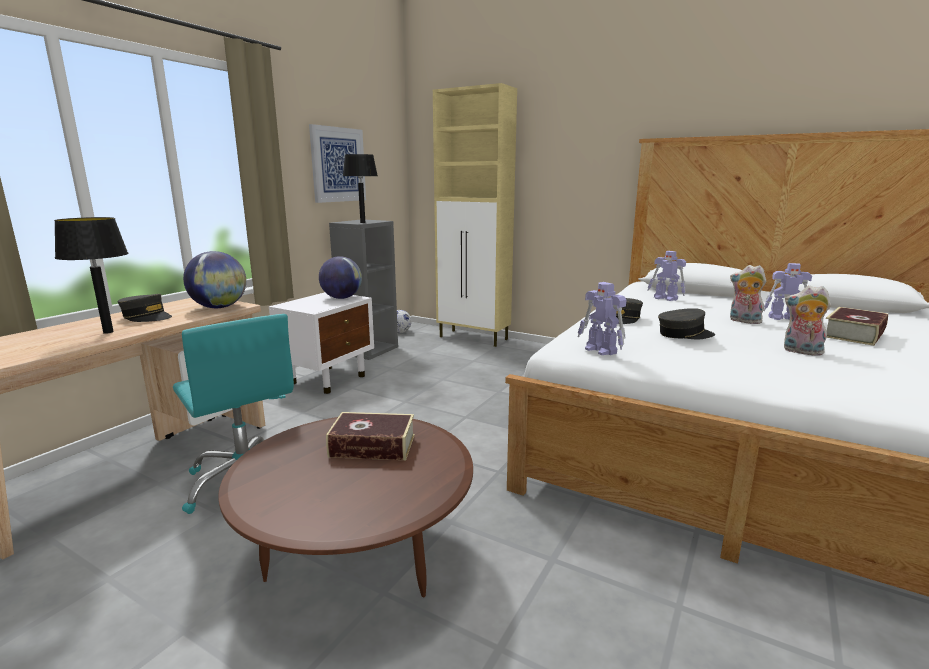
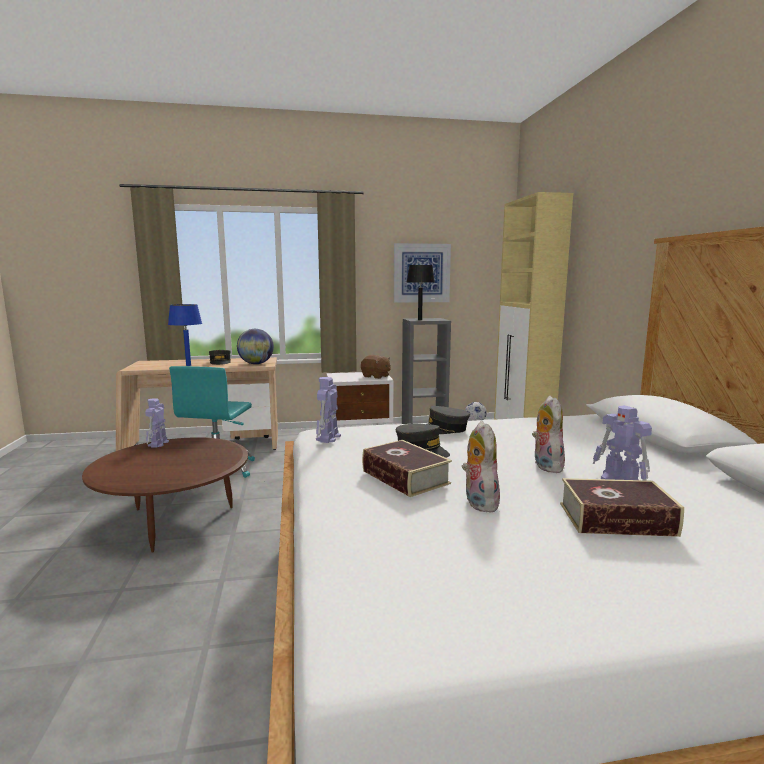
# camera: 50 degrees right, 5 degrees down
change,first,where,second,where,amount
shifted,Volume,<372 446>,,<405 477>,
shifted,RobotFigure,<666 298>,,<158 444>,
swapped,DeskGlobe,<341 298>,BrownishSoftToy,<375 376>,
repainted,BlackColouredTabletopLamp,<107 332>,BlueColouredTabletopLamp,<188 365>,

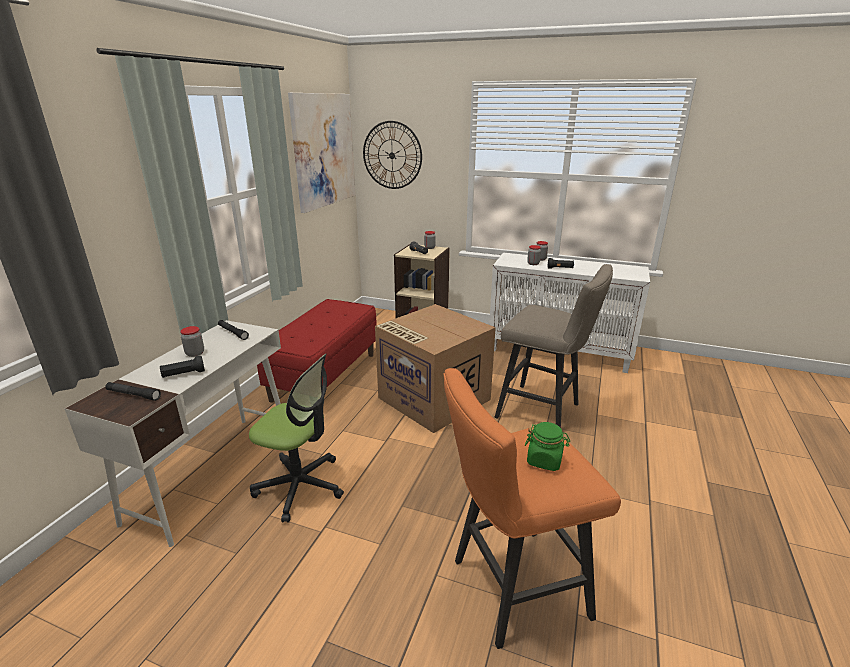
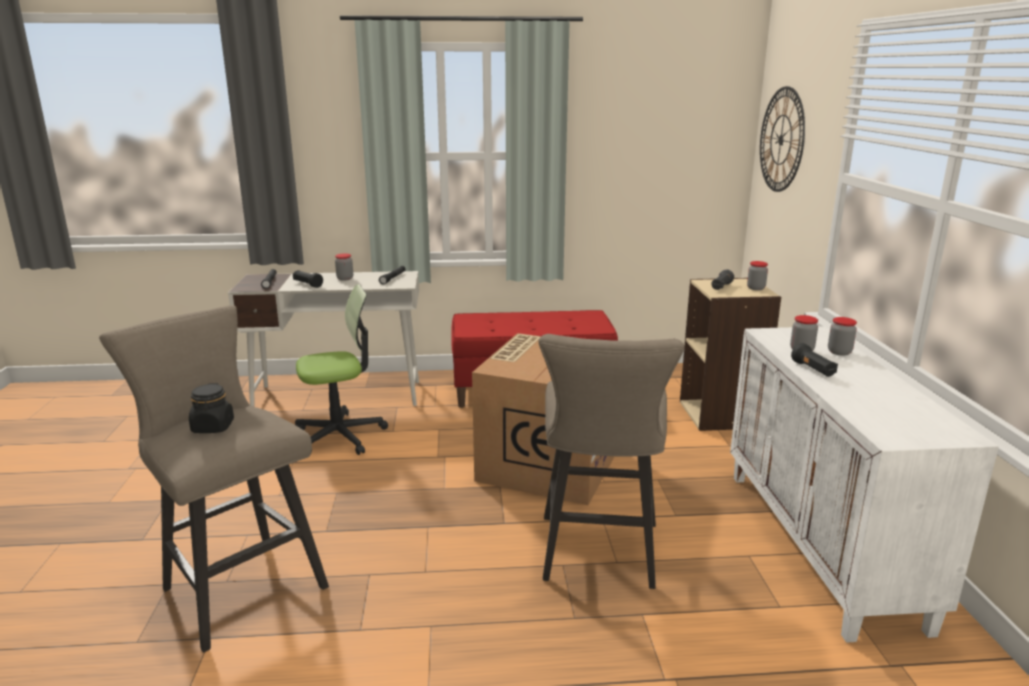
# camera: 65 degrees right, 5 degrees down
change,first,where,second,where,amount
gone,WallPicture,<324 150>,,,
repainted,OrangeColouredStoolSeat,<510 589>,SandColouredStoolSeat,<237 584>,
repainted,GreenStorageJar,<544 460>,BlackColouredStorageJar,<213 427>,
rotated,DeskChair,<300 486>,,<340 435>,105 degrees counterclockwise

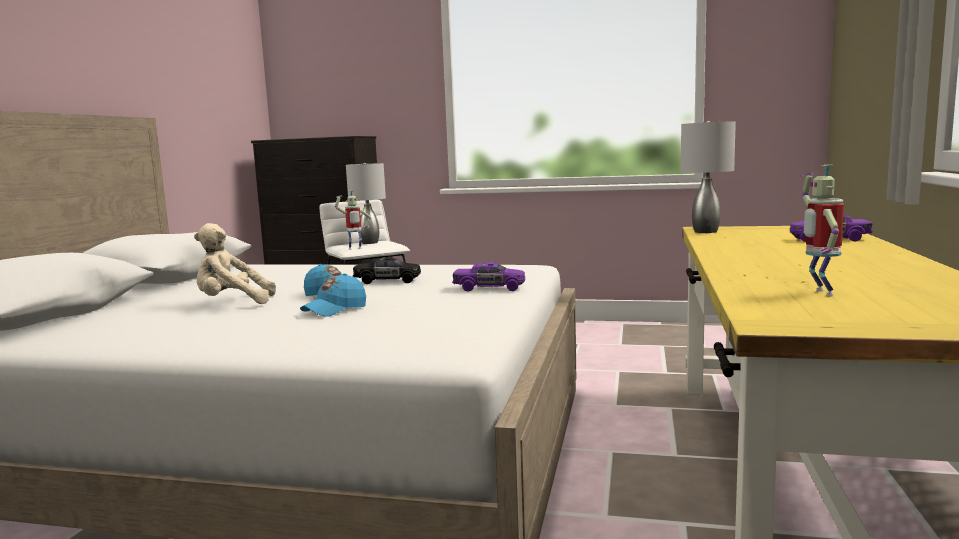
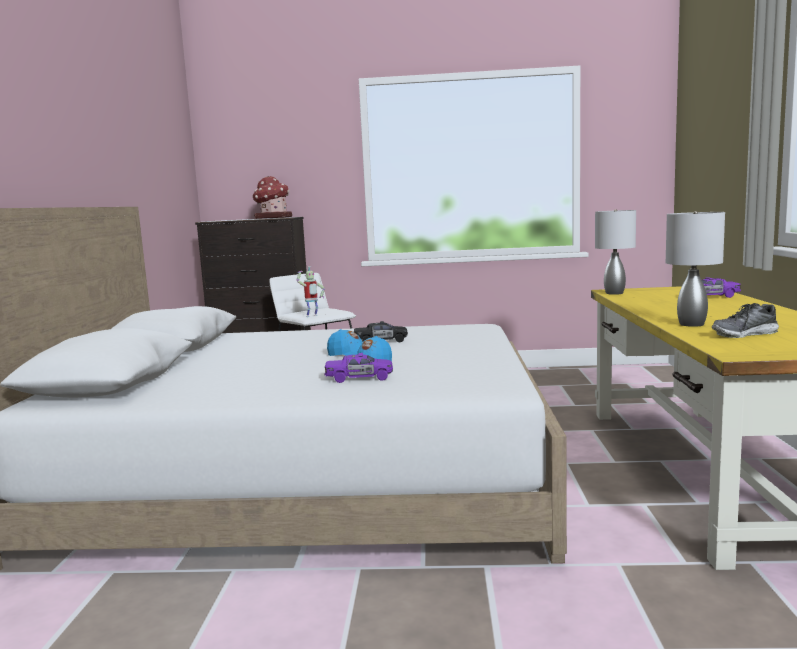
# camera: 10 degrees left, 0 degrees up
change,first,where,second,where,amount
gone,SandColouredSoftToy,<232 303>,,,
new,,,MiniatureHouse,<273 218>,
shifted,GreyishTabletopLamp,<370 242>,,<692 324>,
shifted,PurpleColouredModelCar,<489 288>,,<359 378>,
swapped,RobotFigure,<819 293>,ItemOfFootwear,<744 334>,

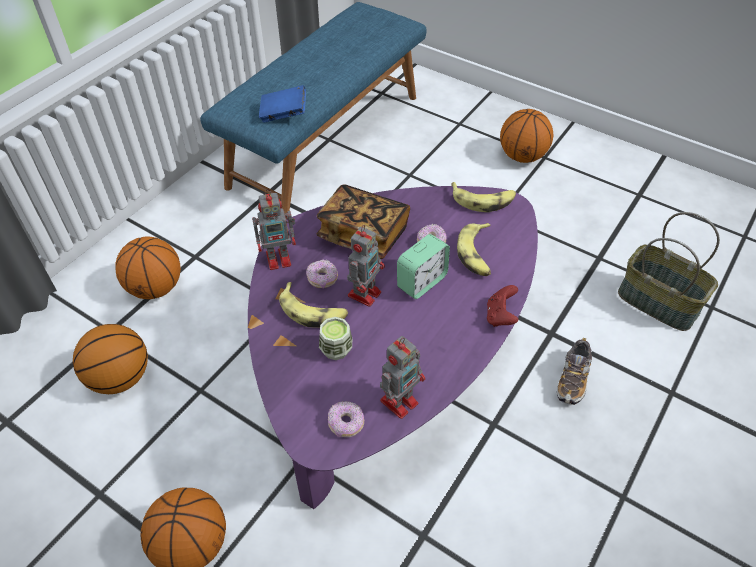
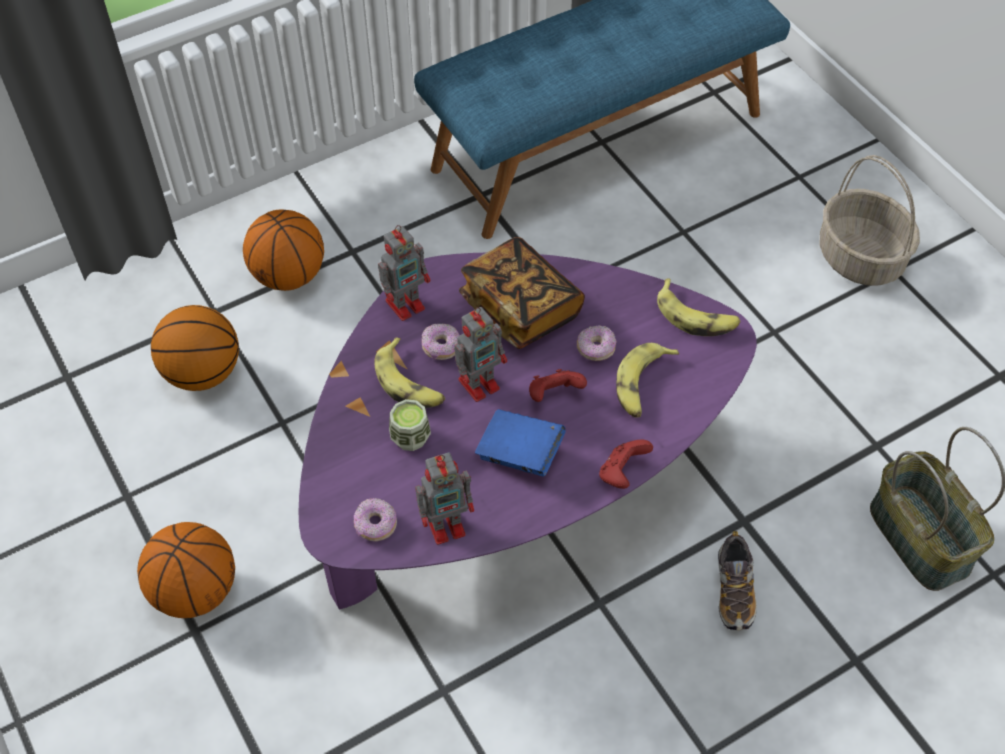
# camera: 25 degrees right, 5 degrees up
change,first,where,second,where,amount
shifted,BlueColouredVolume,<284 114>,,<520 453>,
swapped,BedsideClock,<421 282>,ReddishGameController,<554 395>,
swapped,BallForBasketball,<522 156>,HouseholdBasket,<861 258>,
rotated,RobotFigure,<280 258>,,<407 303>,45 degrees counterclockwise
rotated,ItemOfFootwear,<572 379>,,<734 590>,45 degrees counterclockwise

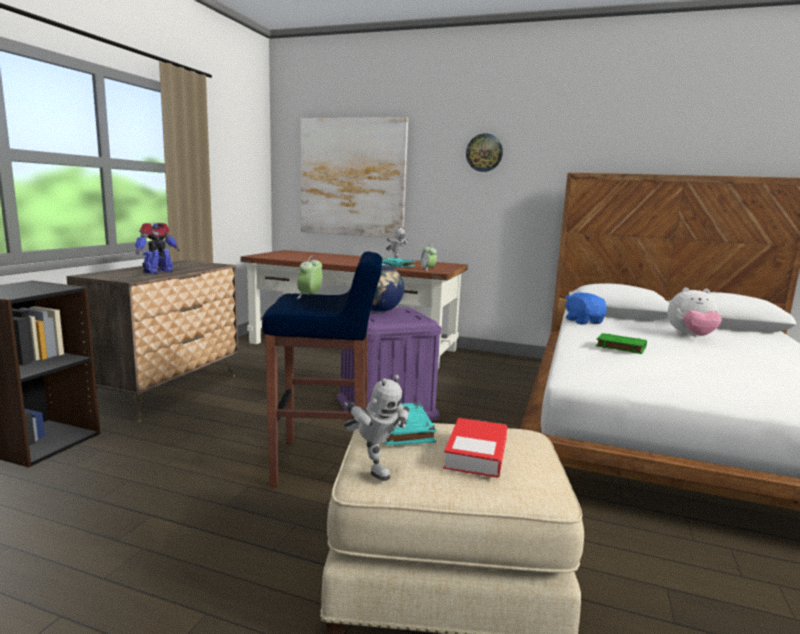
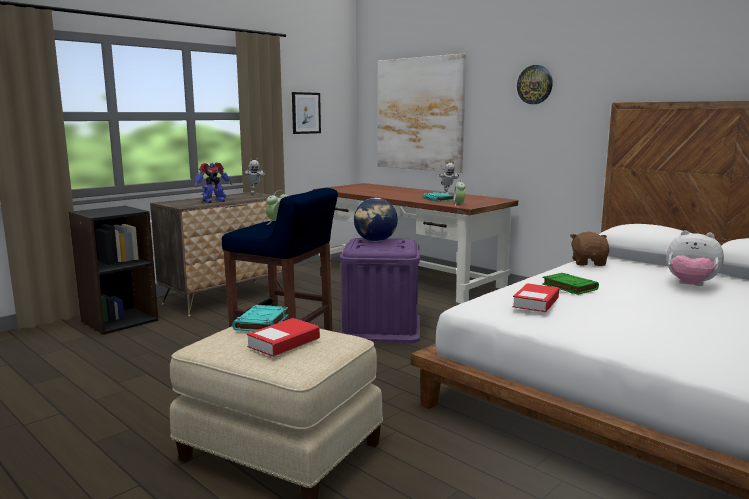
# camera: 25 degrees right, 0 degrees up
change,first,where,second,where,amount
new,,,WallPicture,<306 113>,
new,,,Volume,<536 302>,
shifted,RobotFigure,<373 467>,,<254 193>,
repainted,BlueColouredSoftToy,<583 321>,BrownishSoftToy,<589 263>,

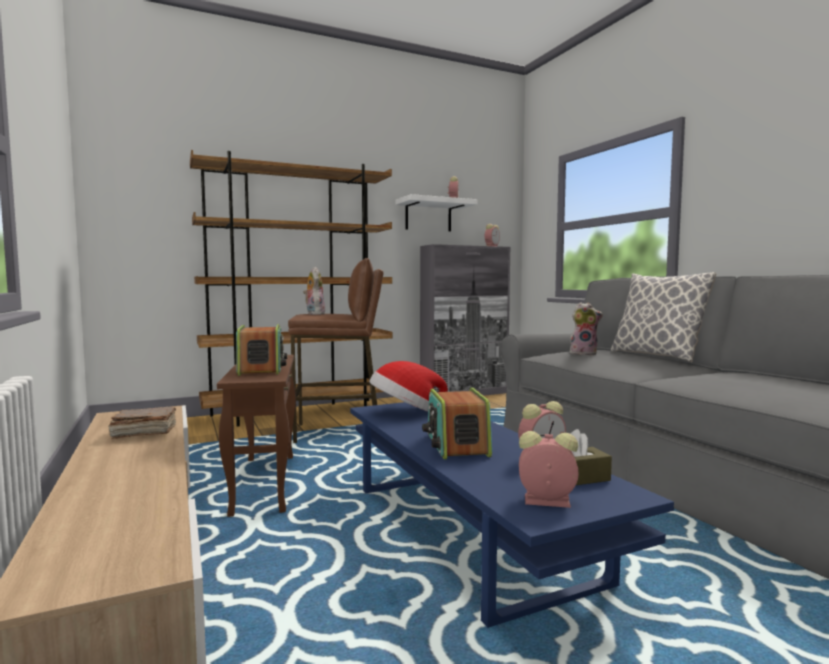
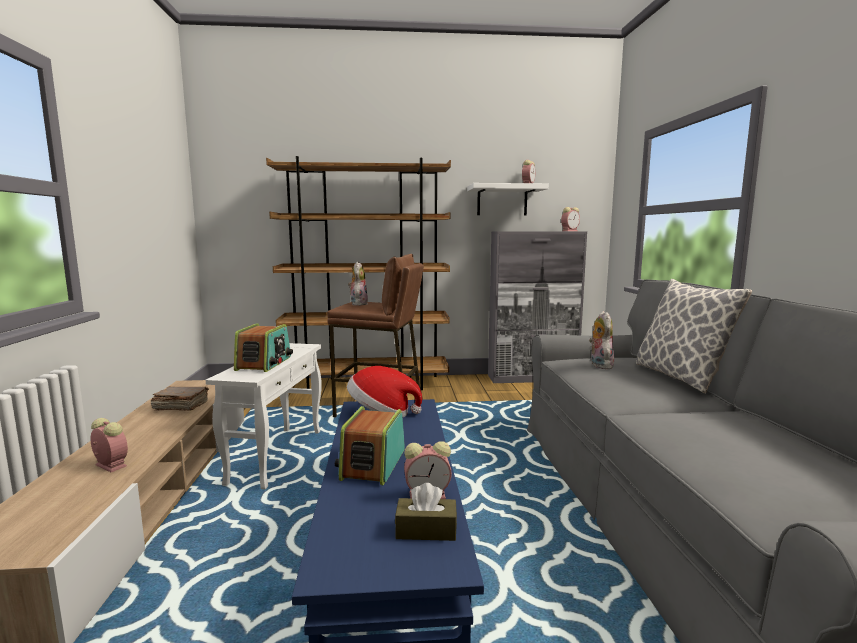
# camera: 20 degrees right, 5 degrees up
change,first,where,second,where,amount
shifted,BedsideClock,<545 501>,,<110 465>,
repainted,BrownishSideTable,<264 483>,WhitishSideTable,<276 456>,
rotated,SoftToy,<584 353>,,<599 365>,120 degrees counterclockwise

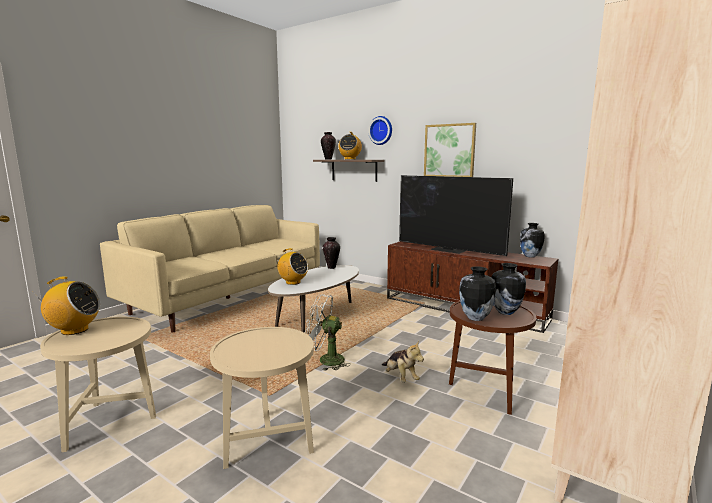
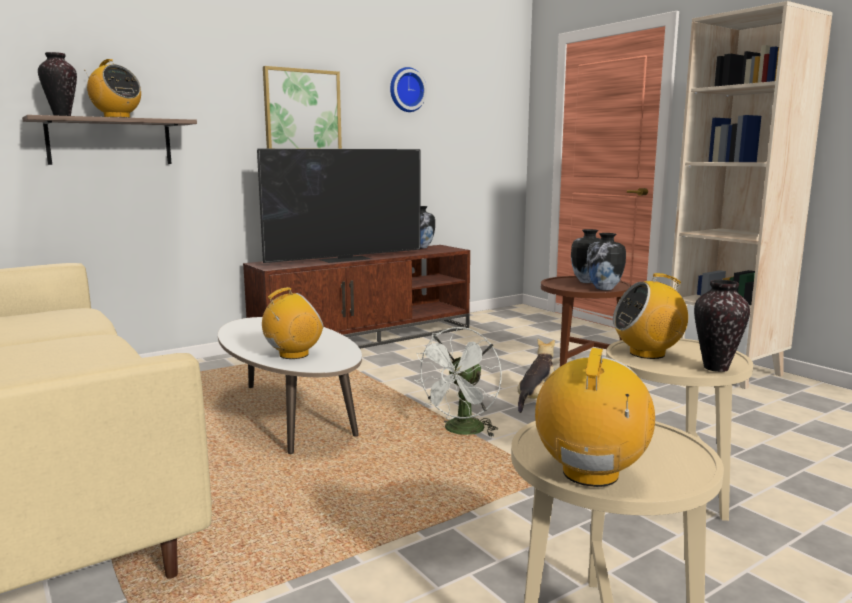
# camera: 70 degrees left, 0 degrees up
change,first,where,second,where,amount
new,,,Radio,<647 353>,
shifted,Vase,<331 267>,,<716 368>,
shifted,HangingClock,<381 130>,,<406 90>,
rotated,SoftToy,<400 377>,,<536 400>,45 degrees counterclockwise

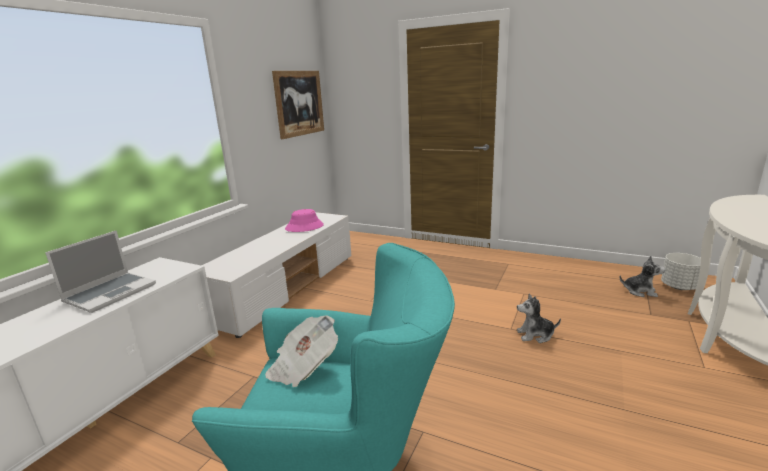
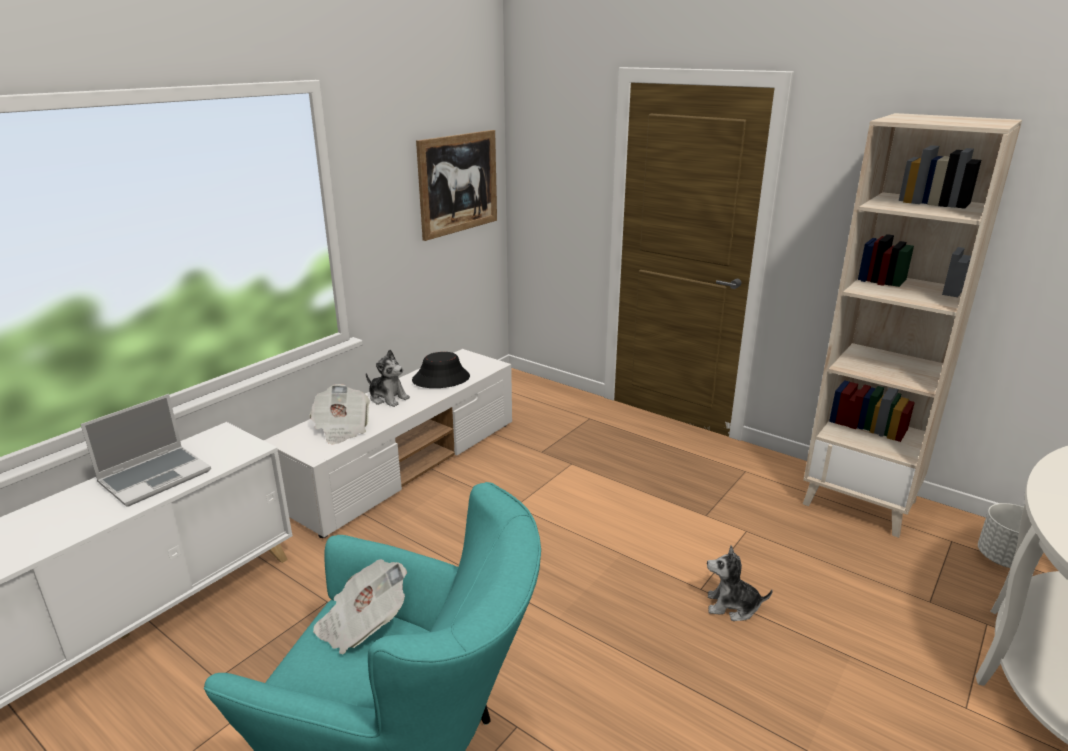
# camera: 10 degrees right, 5 degrees up
change,first,where,second,where,amount
new,,,DailyPaper,<342 428>,
new,,,SandColouredShelvingUnit,<860 502>,
shifted,SoftToy,<640 291>,,<388 398>,
repainted,PinkClothingHat,<304 227>,BlackColouredClothingHat,<441 379>,

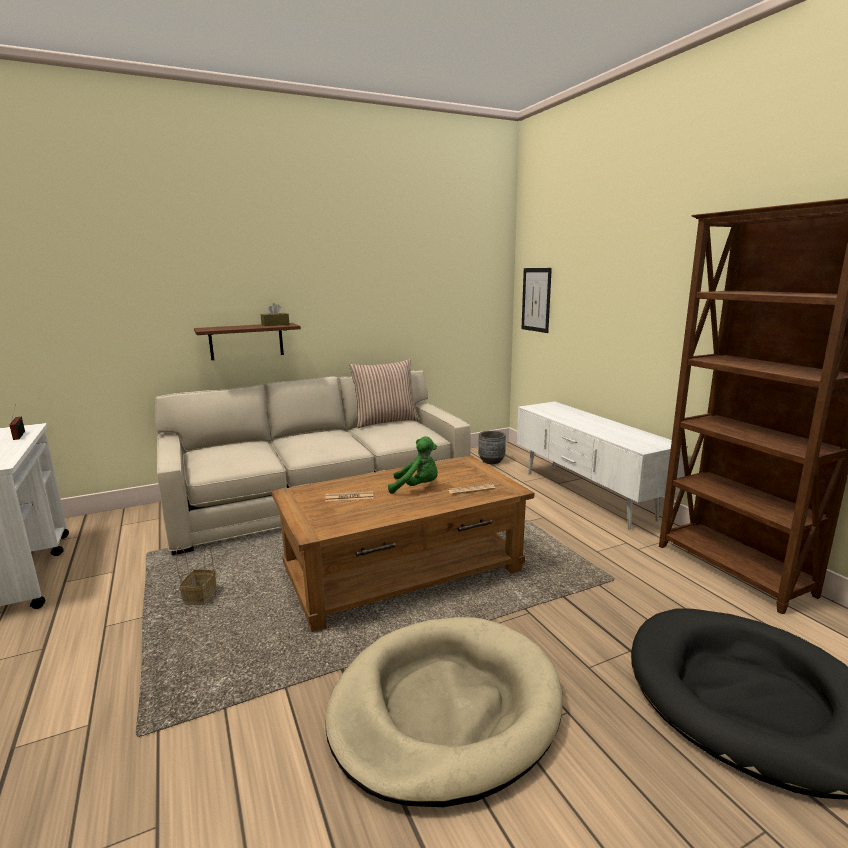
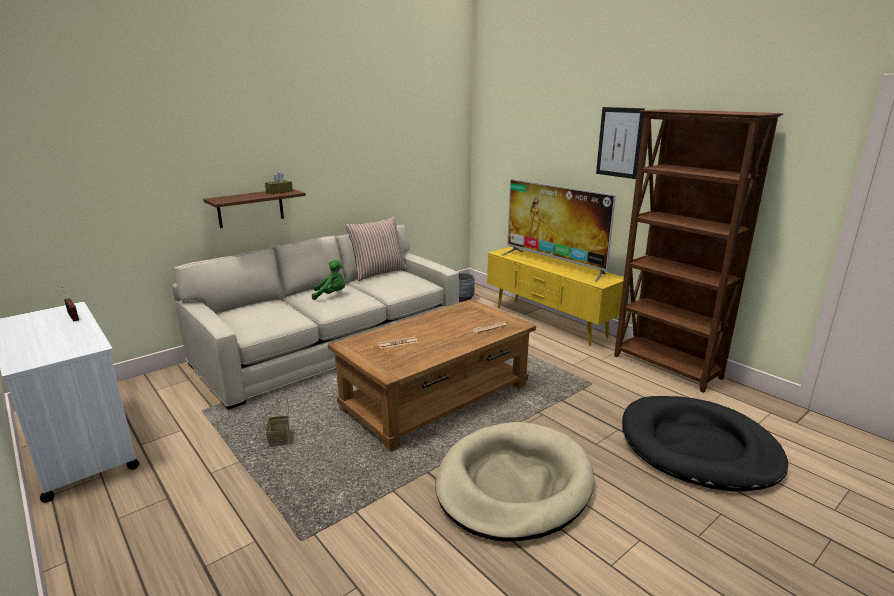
# camera: 15 degrees left, 5 degrees up
change,first,where,second,where,amount
new,,,TvSet,<554 264>,
shifted,GreenSoftToy,<417 487>,,<331 295>,
shifted,WallPicture,<536 299>,,<619 142>,
repainted,WhitishMediaConsole,<585 495>,YellowColouredMediaConsole,<549 322>,

